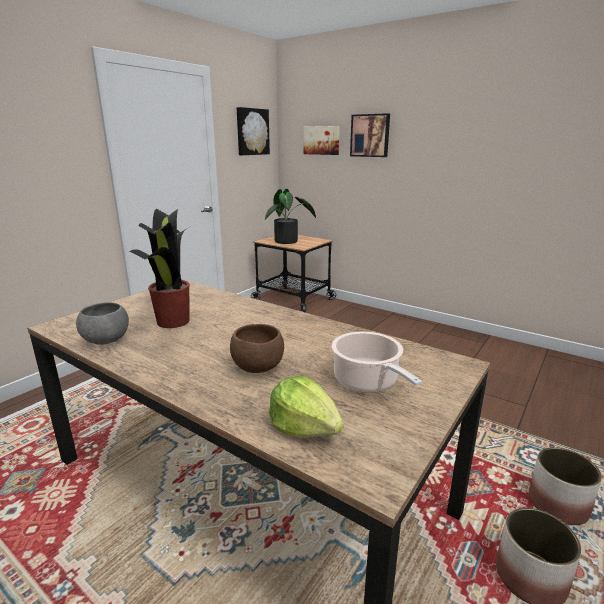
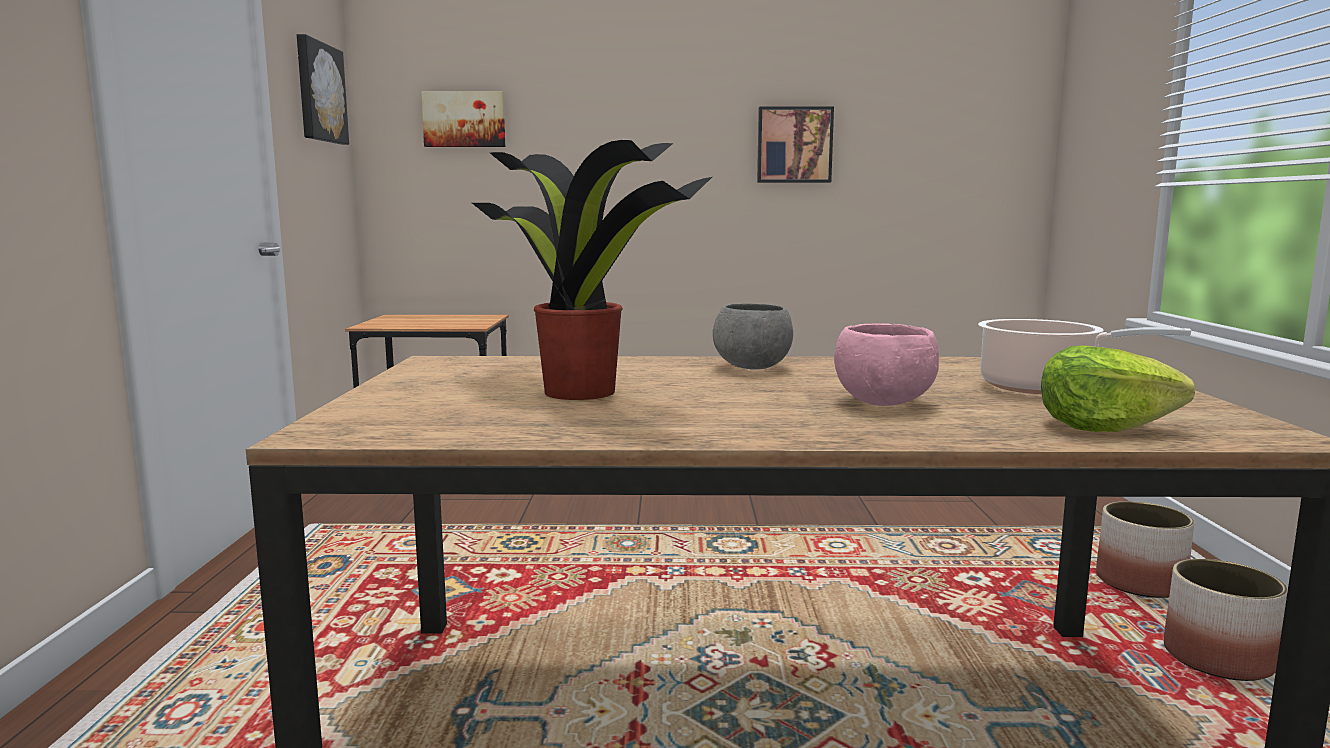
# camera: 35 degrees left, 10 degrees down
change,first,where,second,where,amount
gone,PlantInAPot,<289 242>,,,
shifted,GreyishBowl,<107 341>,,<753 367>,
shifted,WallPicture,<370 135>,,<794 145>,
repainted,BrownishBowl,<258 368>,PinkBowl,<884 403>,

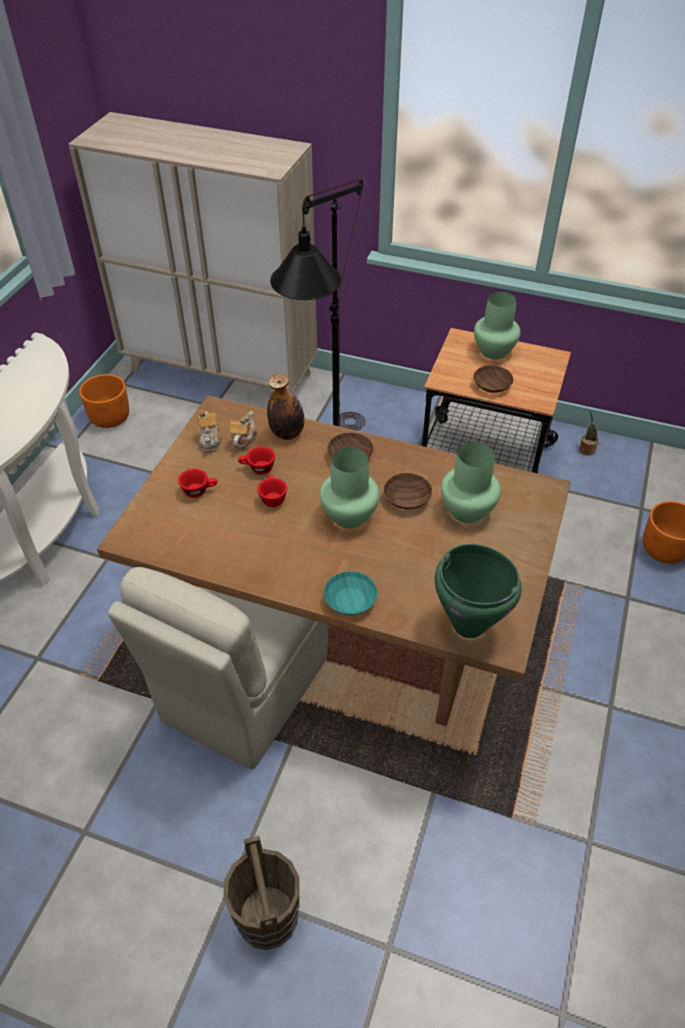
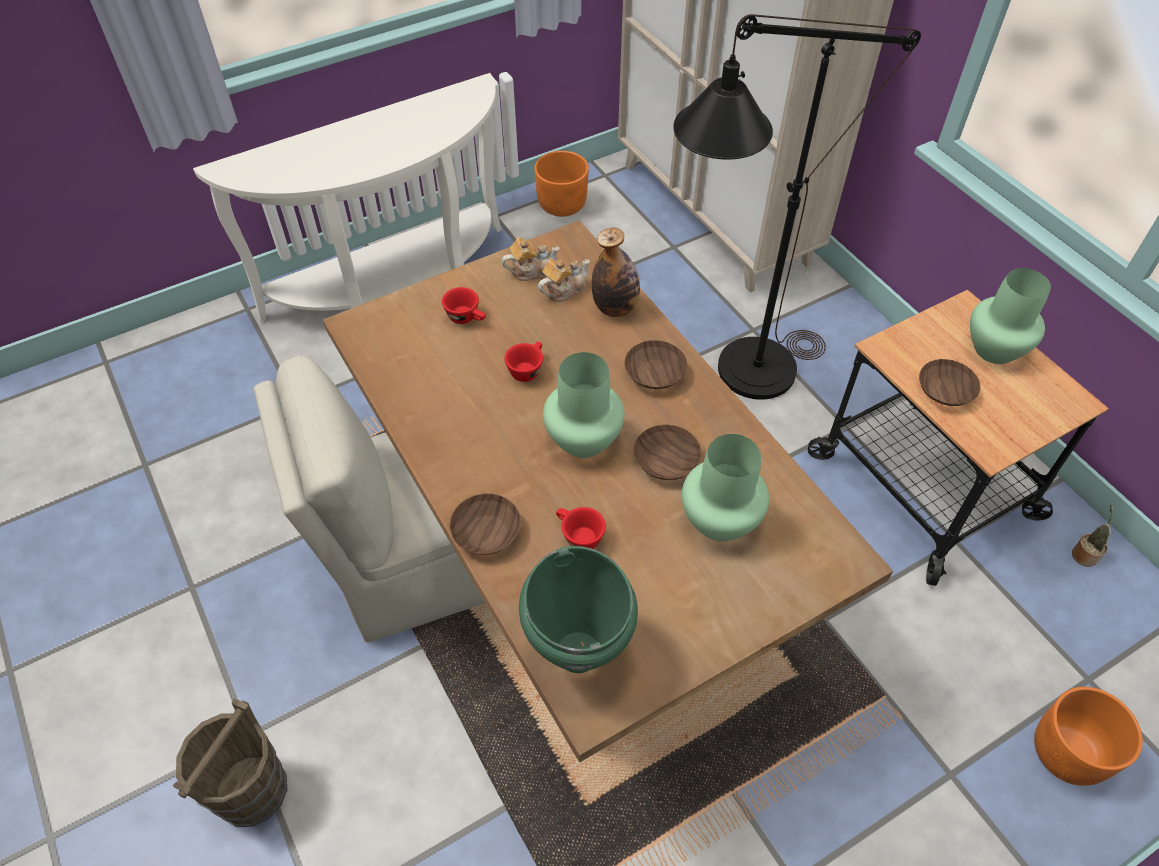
# camera: 40 degrees right, 5 degrees up
change,first,where,second,where,amount
shifted,ReddishDrinkingCup,<257 469>,,<578 536>,
repainted,BlueGreenBowl,<351 601>,BrownishBowl,<486 534>,
rotated,Teapot,<210 440>,,<531 270>,135 degrees counterclockwise

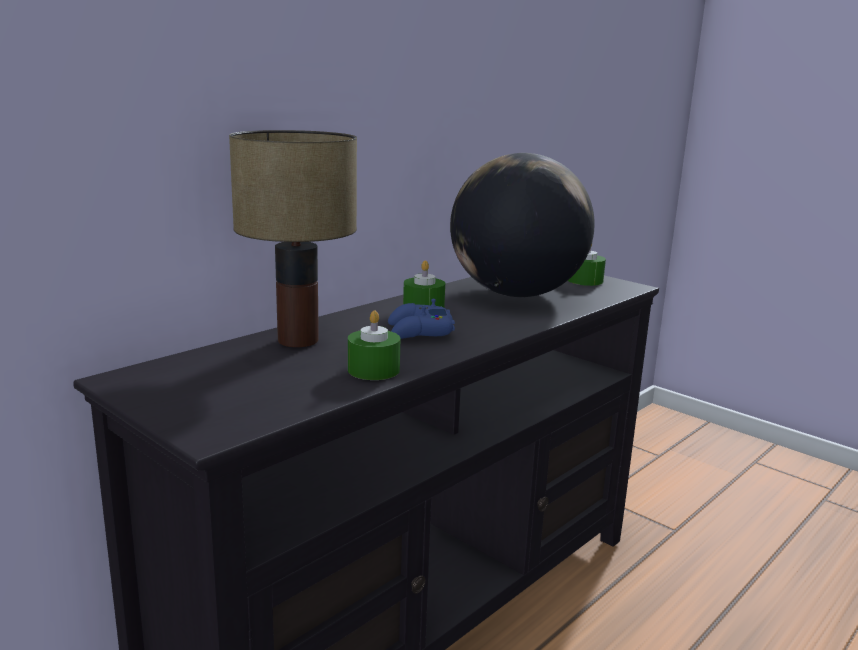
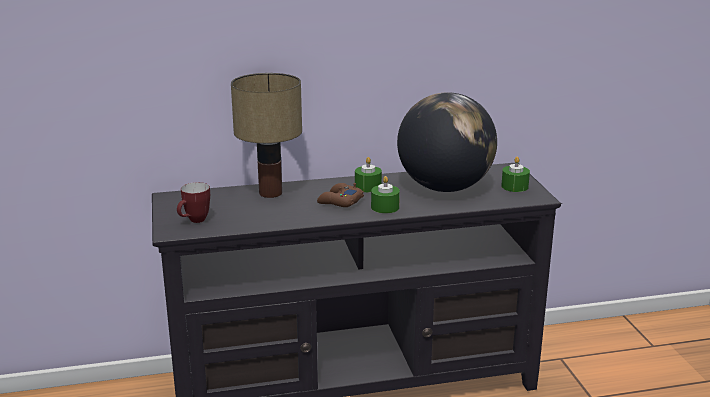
# camera: 35 degrees right, 5 degrees up
change,first,where,second,where,amount
new,,,Mug,<194 221>,
shifted,GreenWaxLight,<373 370>,,<385 207>,
repainted,BlueColouredGameController,<419 331>,BrownishGameController,<340 201>,

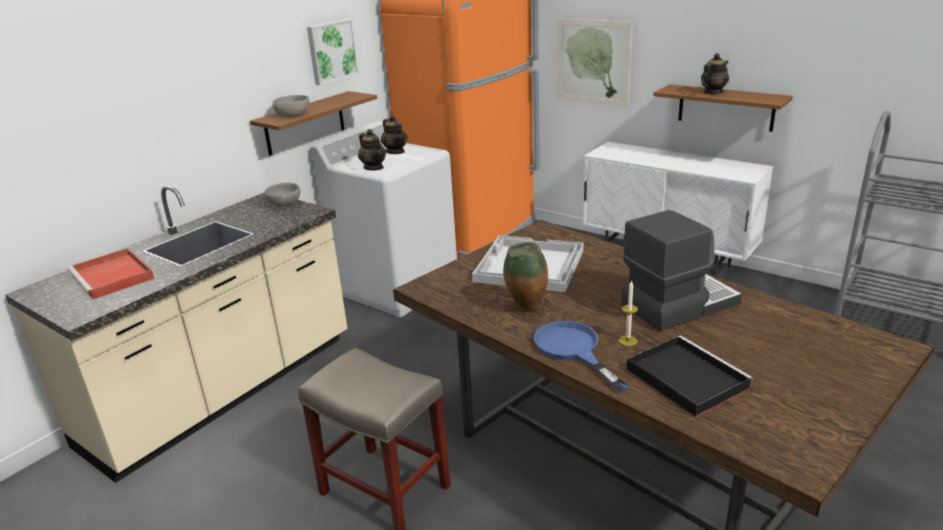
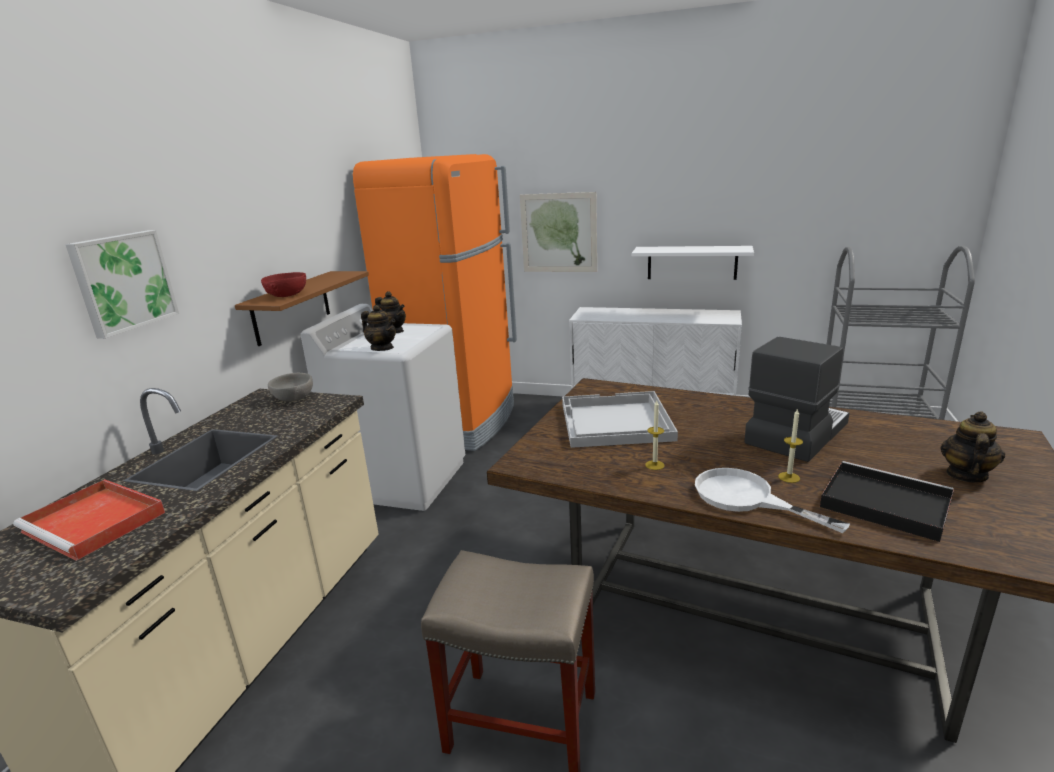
# camera: 20 degrees left, 5 degrees down
change,first,where,second,where,amount
shifted,WallPicture,<331 51>,,<123 282>,
shifted,Teapot,<712 92>,,<965 475>,
swapped,Vase,<526 309>,WaxLight,<654 465>,
repainted,GreyishBowl,<292 115>,ReddishBowl,<286 295>,
repainted,BlueColouredPan,<573 350>,WhitishPan,<746 498>,
repainted,BrownishBracketShelf,<725 107>,WhitishBracketShelf,<692 262>,

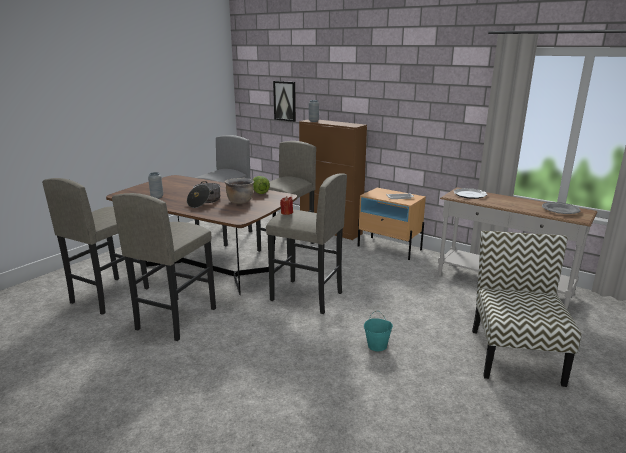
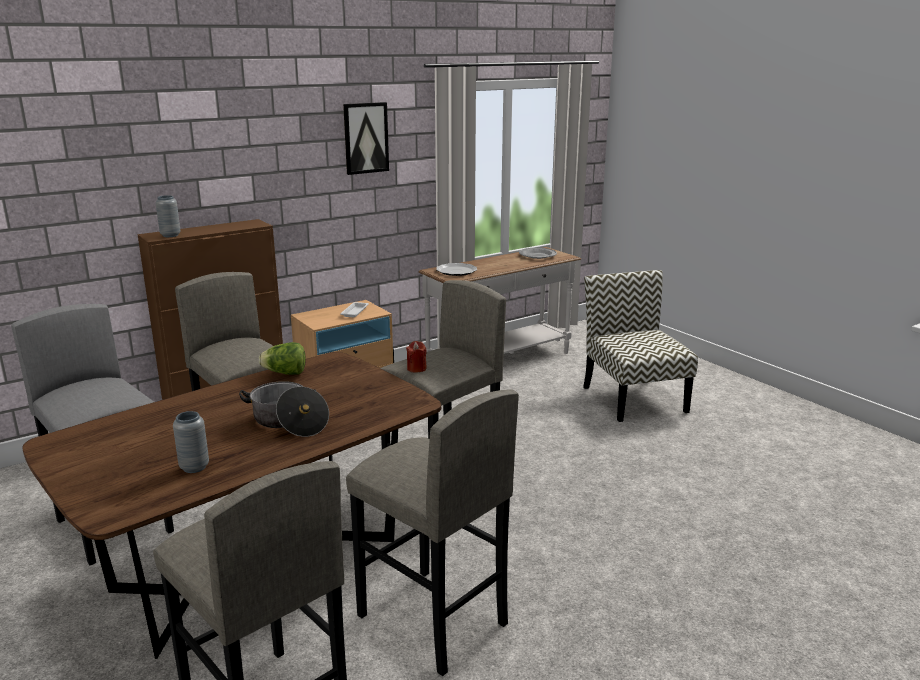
# camera: 70 degrees left, 0 degrees up
change,first,where,second,where,amount
gone,BrownishSaucepot,<240 201>,,,
gone,BlueGreenWaterBucket,<377 345>,,,
shifted,WallPicture,<285 101>,,<365 138>,
rotated,Chair,<514 355>,,<633 398>,45 degrees clockwise

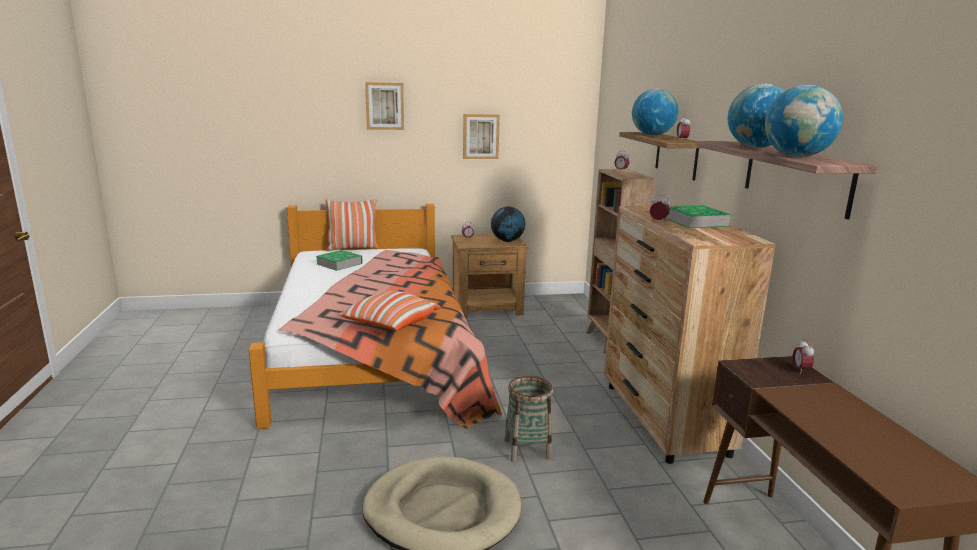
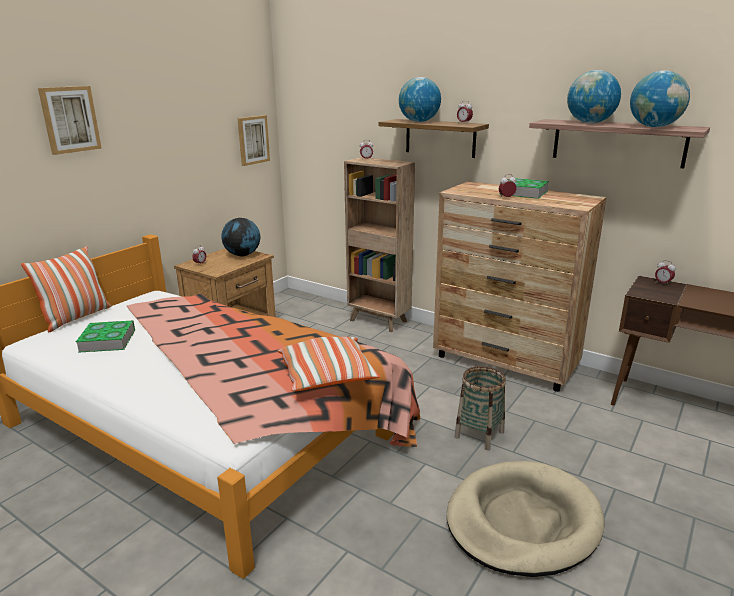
# camera: 45 degrees left, 5 degrees up
change,first,where,second,where,amount
shifted,WallPicture,<480 136>,,<253 140>,

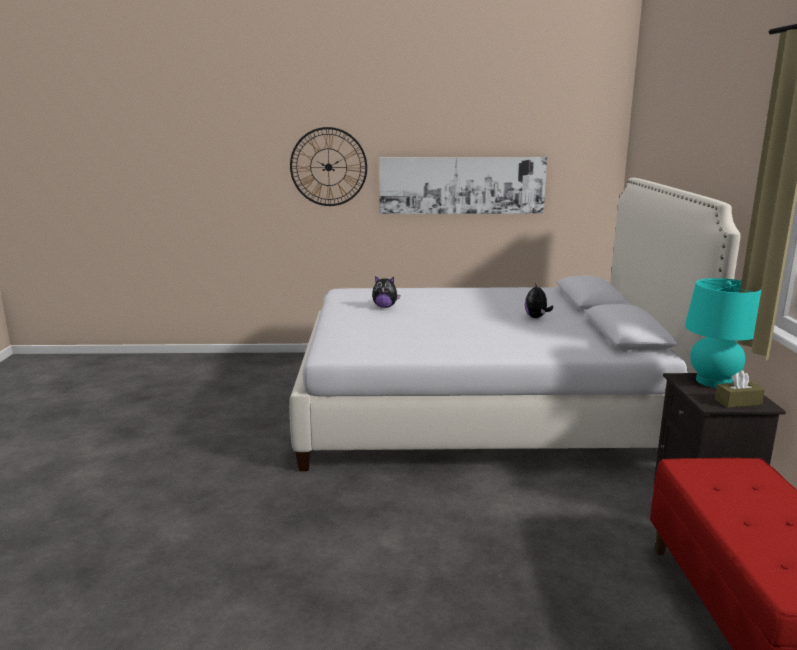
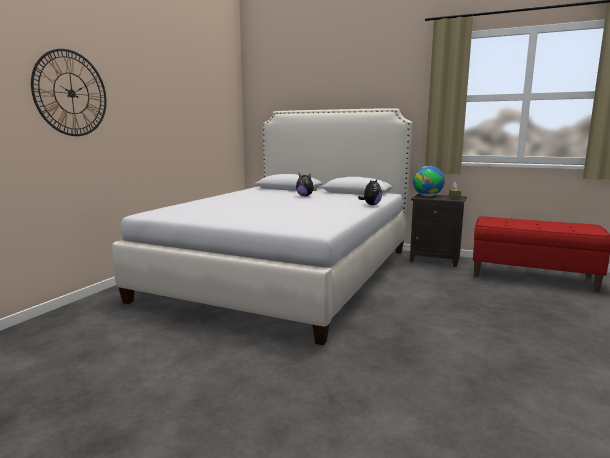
# camera: 65 degrees left, 5 degrees down
change,first,where,second,where,amount
gone,WallPicture,<462 185>,,,
shifted,SoftToy,<385 307>,,<371 205>,
swapped,BlueGreenTabletopLamp,<713 381>,DeskGlobe,<427 196>,

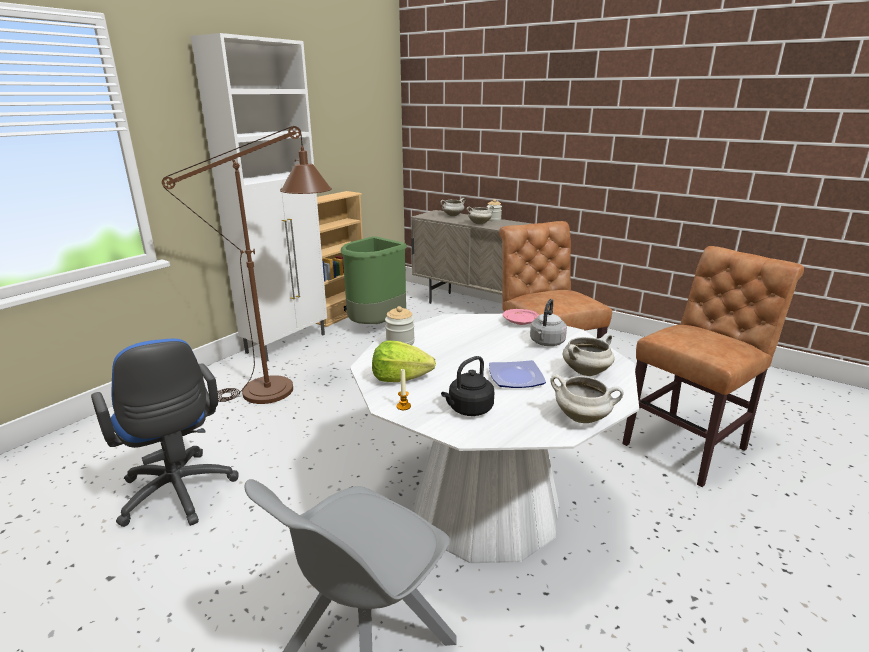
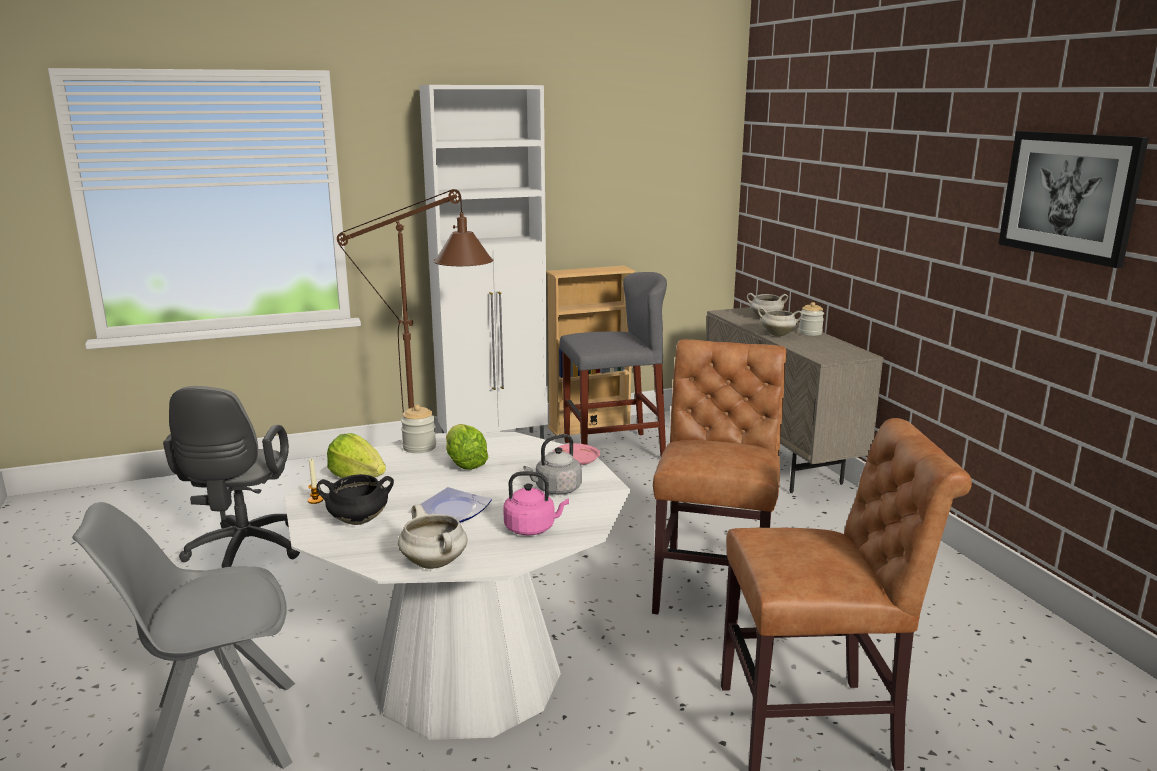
# camera: 35 degrees right, 5 degrees down
change,first,where,second,where,amount
new,,,LettuceHead,<464 463>,
new,,,WallPicture,<1069 195>,
swapped,GreenRubbishBin,<376 326>,GreyishStoolSeat,<613 450>,
swapped,BlackColouredWaterKettle,<468 409>,BlackColouredSaucepot,<357 521>,
swapped,WhitishSaucepot,<586 371>,PinkWaterKettle,<532 528>,
repainted,BlueColouredDeskChair,<179 495>,GreyishDeskChair,<242 553>,

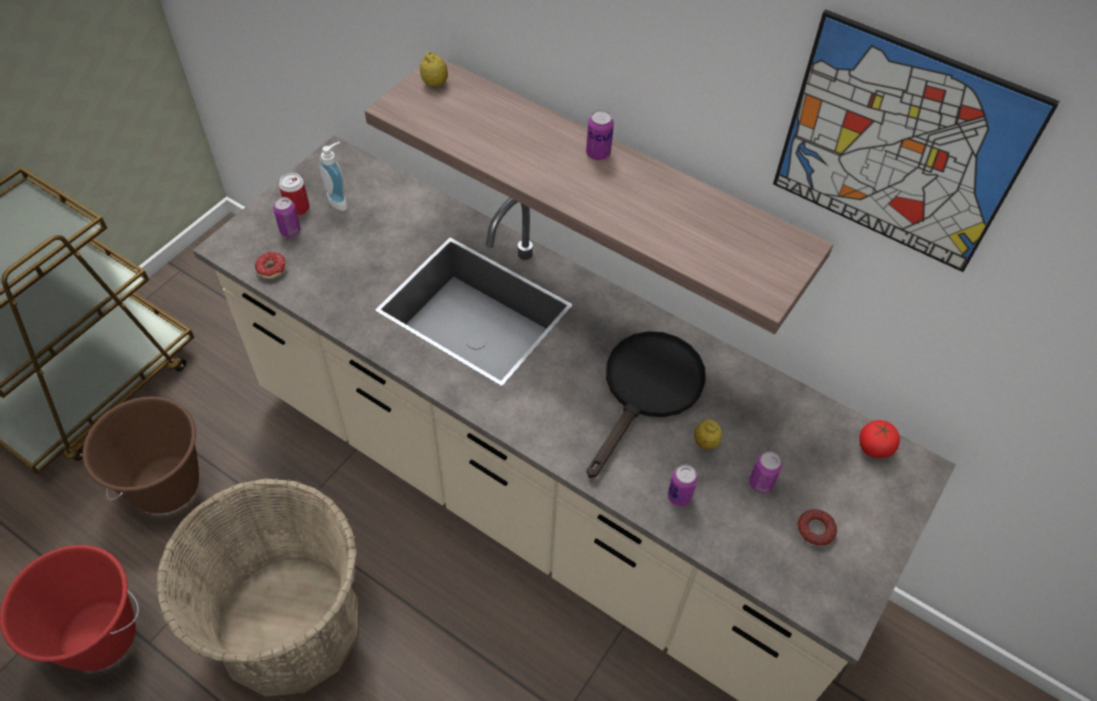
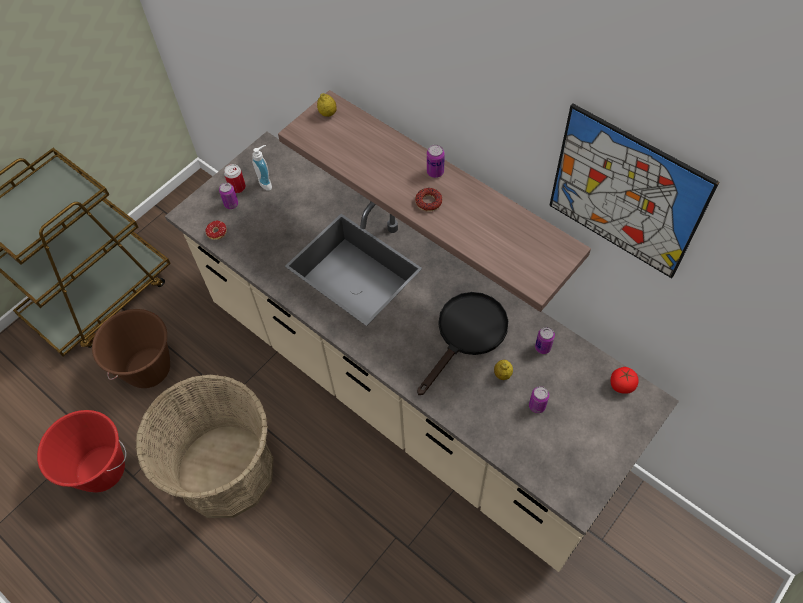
# camera: 10 degrees right, 5 degrees up
change,first,where,second,where,amount
shifted,Can,<679 496>,,<542 347>,
shifted,Doughnut,<815 530>,,<428 202>,

